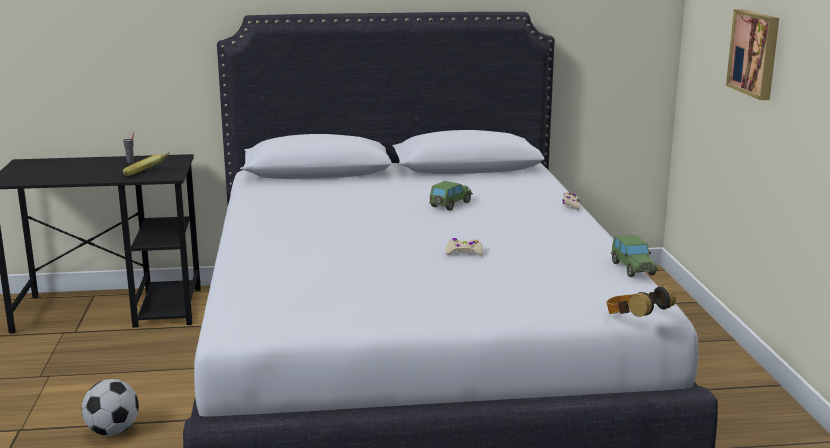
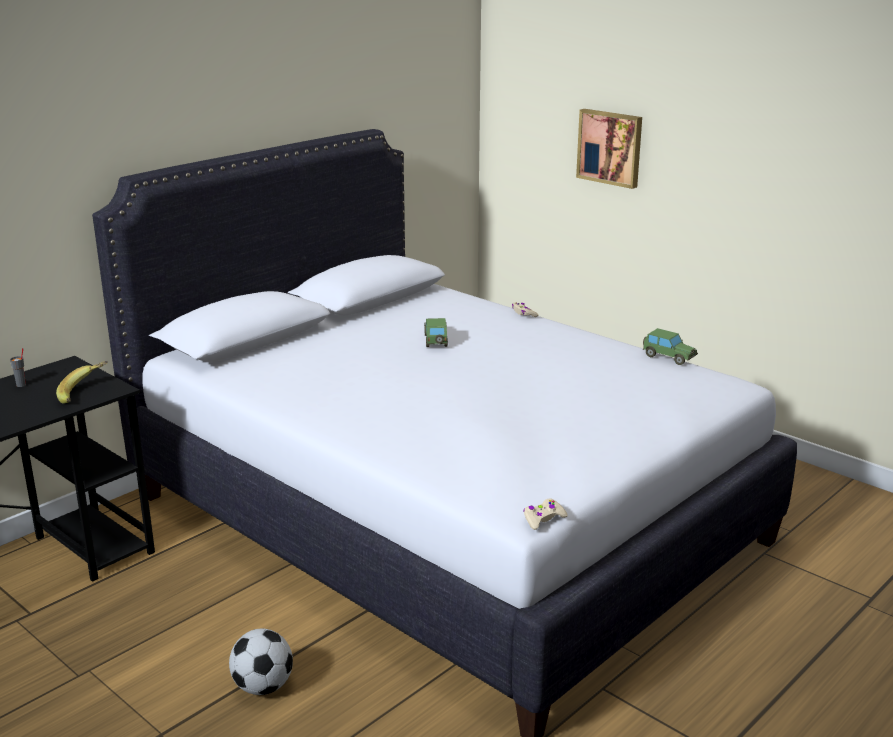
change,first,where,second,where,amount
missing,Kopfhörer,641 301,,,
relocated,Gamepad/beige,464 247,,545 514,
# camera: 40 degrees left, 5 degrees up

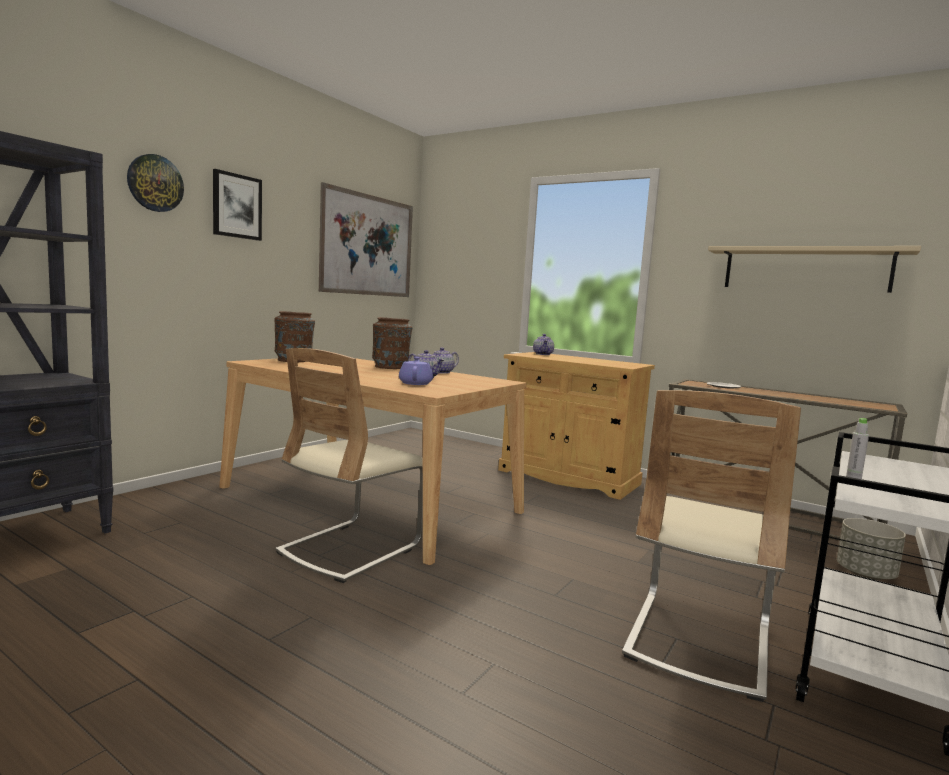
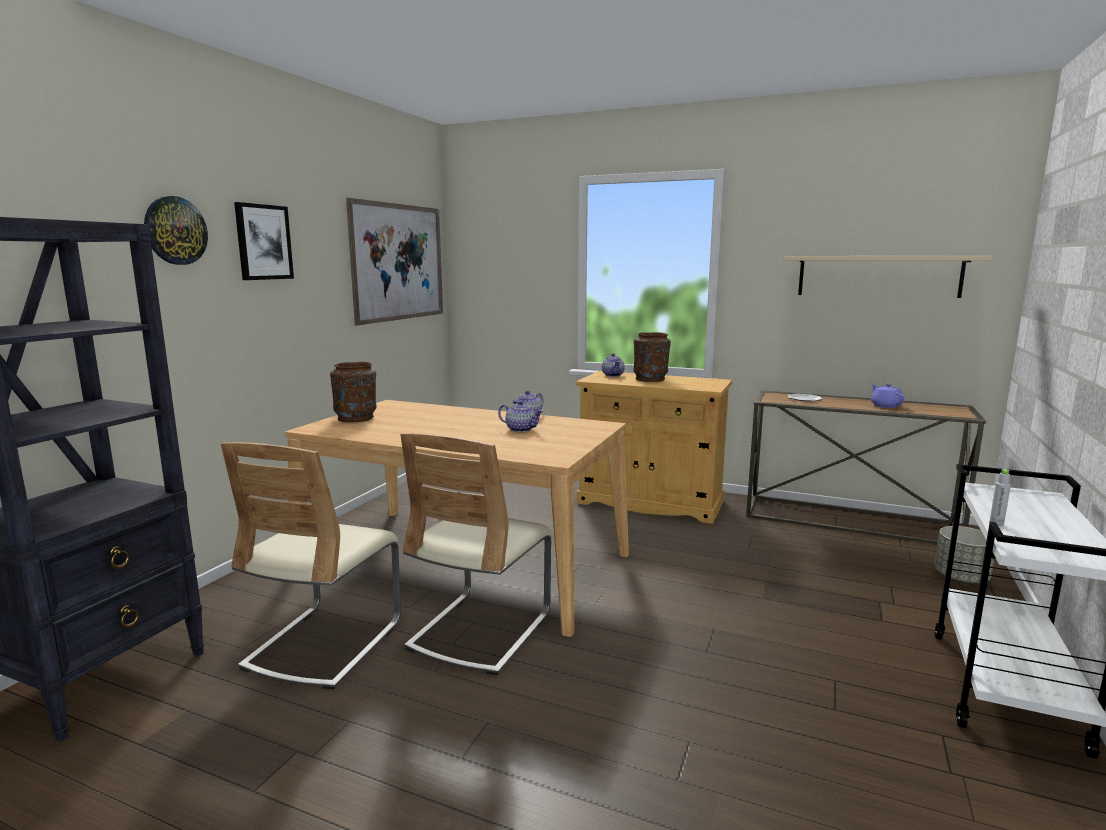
change,first,where,second,where,amount
relocated,Vase/braun,392 343,,652 357,
relocated,Teekanne/lila,416 371,,887 395,
relocated,Stuhl/beige,711 546,,311 565,
# camera: 10 degrees left, 5 degrees up

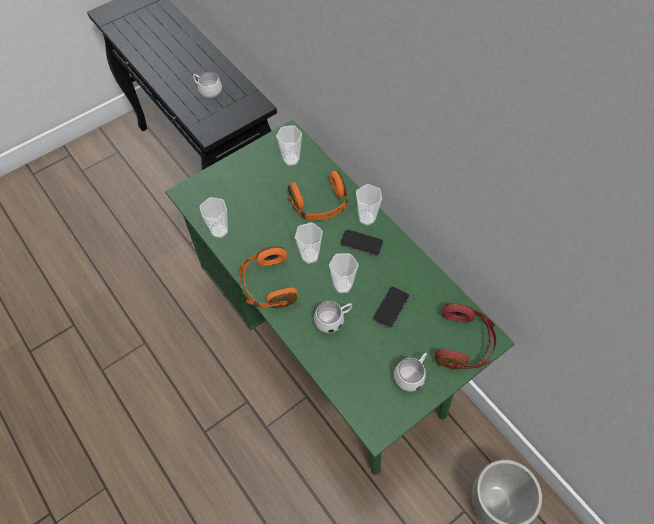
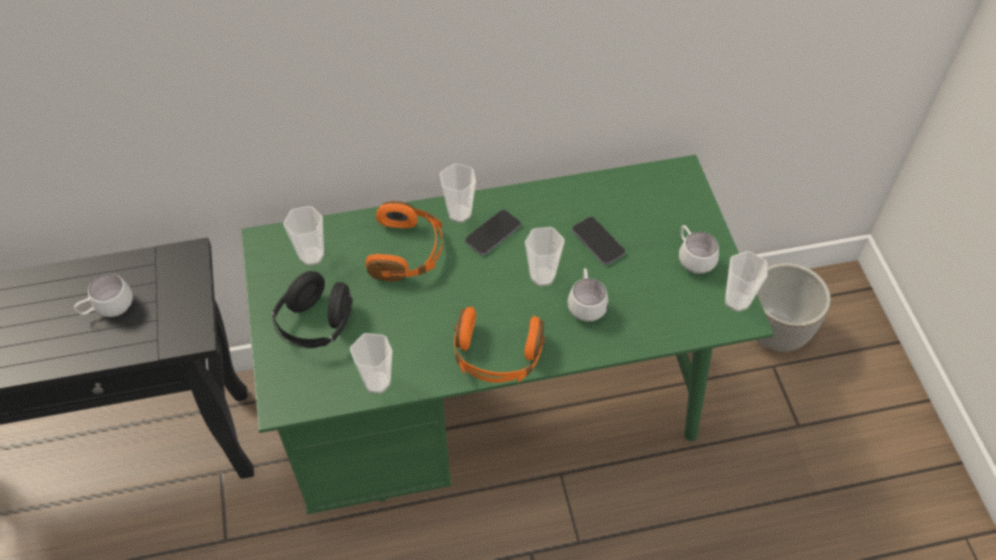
change,first,where,second,where,amount
missing,Kopfhörer/rot,465 335,,,
appeared,,,Kopfhörer/schwarz,312 310,
relocated,Tasse,309 243,,746 281,
# camera: 65 degrees left, 5 degrees down

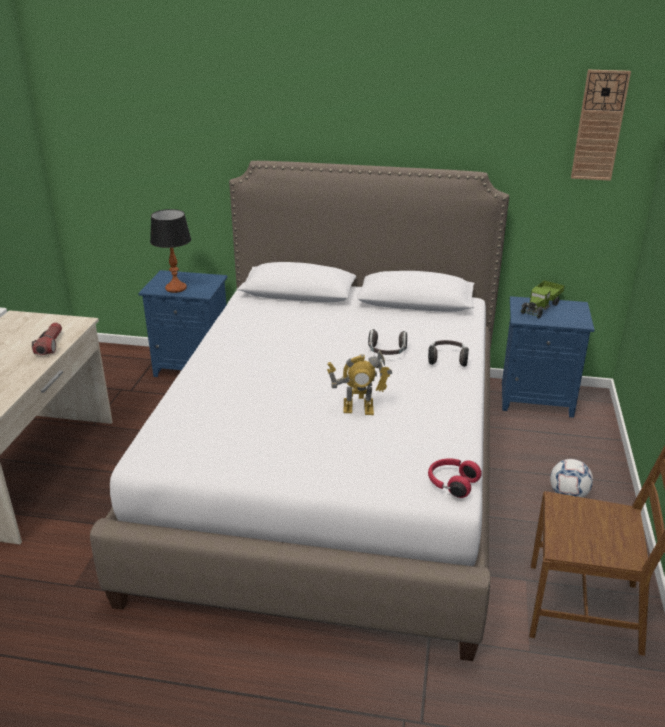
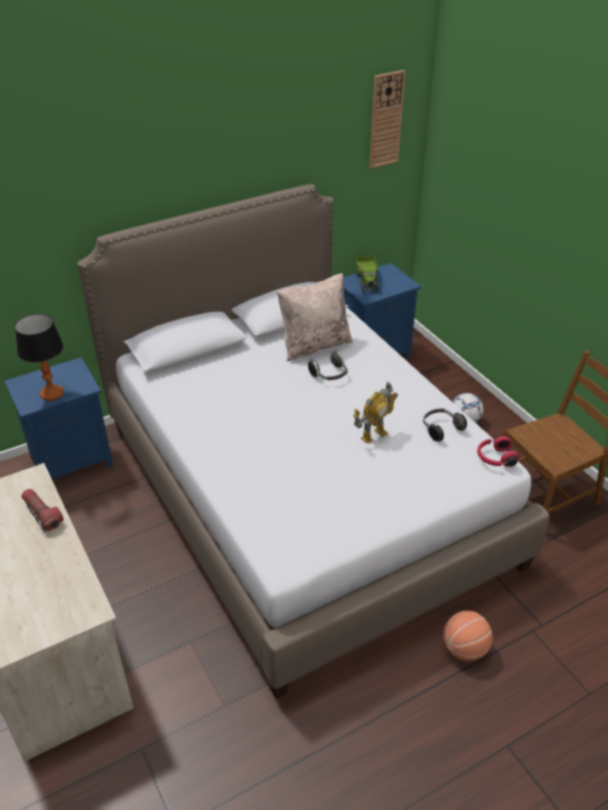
change,first,where,second,where,amount
appeared,,,Kissen/beige,315 317,
appeared,,,Basketball,468 636,
relocated,Kopfhörer,448 353,,445 425,
# camera: 40 degrees left, 10 degrees up

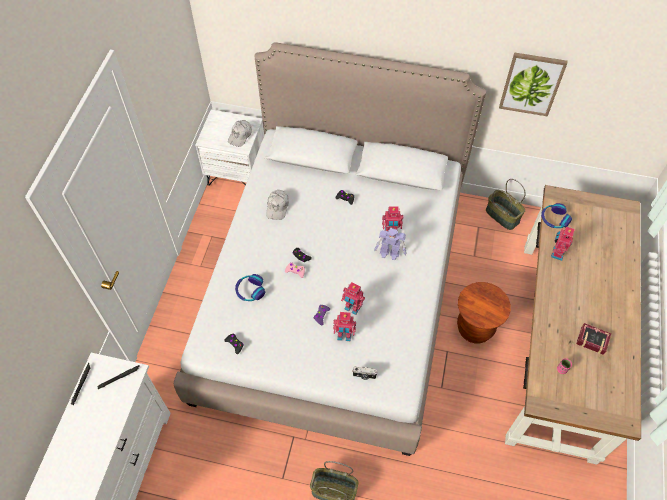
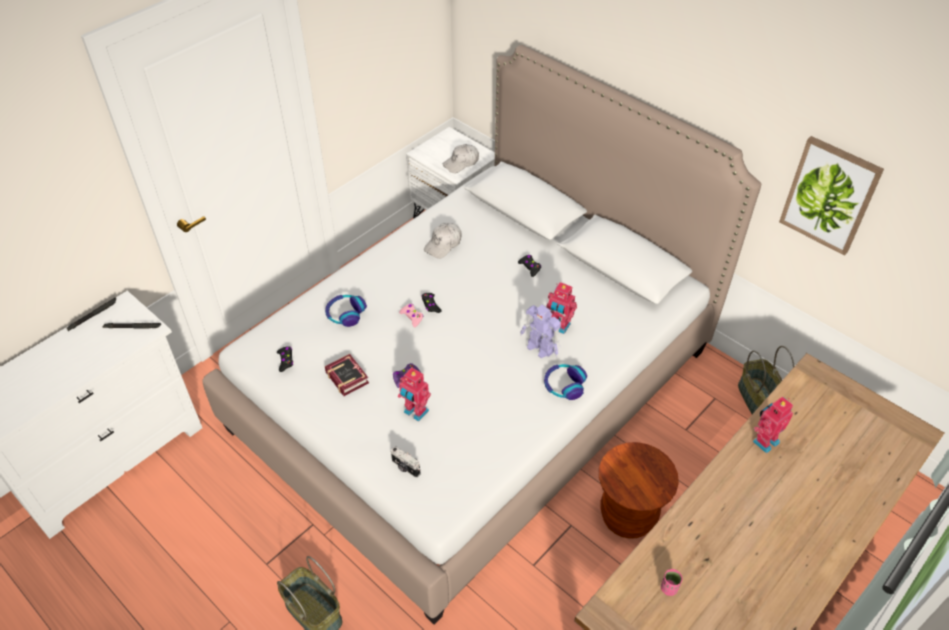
change,first,where,second,where,amount
missing,Spielzeugroboter,353 298,,,
relocated,Kopfhörer,556 215,,565 382,
relocated,Buch,593 339,,347 375,
# camera: 30 degrees right, 10 degrees down

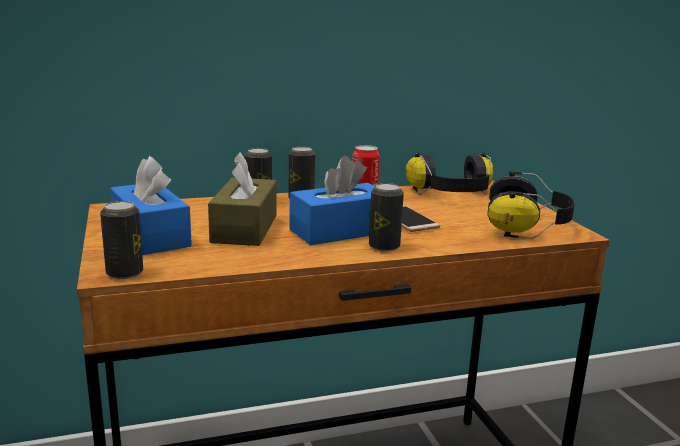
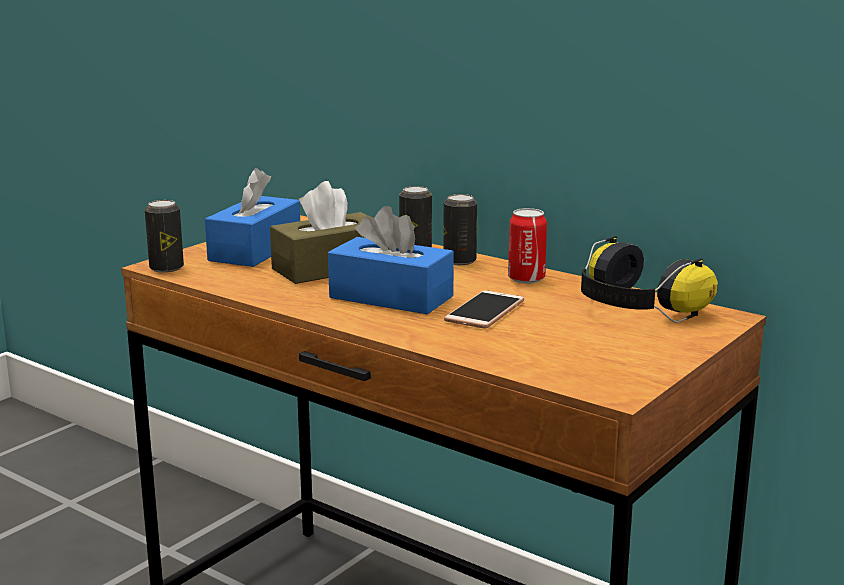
change,first,where,second,where,amount
missing,Dose,386 217,,,
missing,Kopfhörer,531 205,,,
# camera: 55 degrees right, 0 degrees up

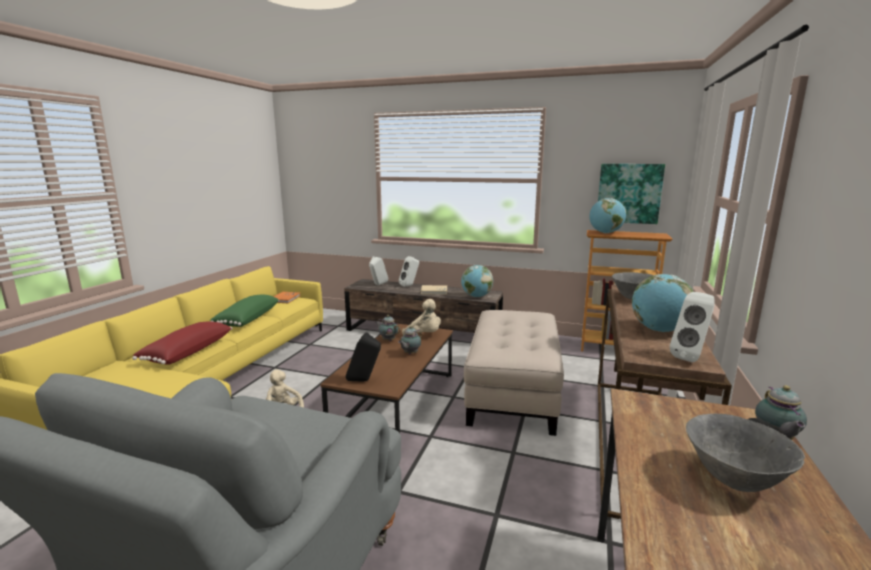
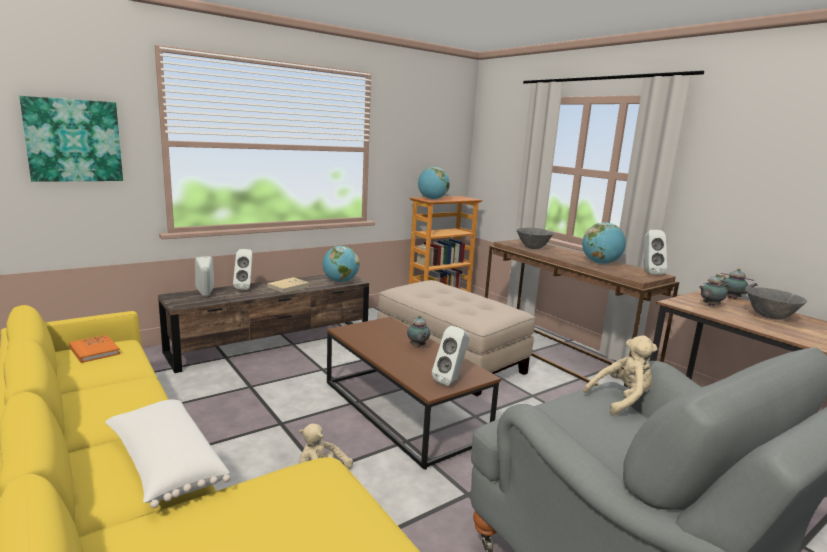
change,first,where,second,where,amount
missing,Kissen/grün,244 311,,,
relocated,Teekanne,388 328,,714 290,
relocated,Plüschtier/beige,421 317,,620 376,
relocated,Bild,631 194,,71 139,
colour,Kissen/rot,182 343,Kissen/weiß,167 453,
colour,Lautsprecher/schwarz,363 357,Lautsprecher/weiß,451 356,
# camera: 55 degrees left, 0 degrees up

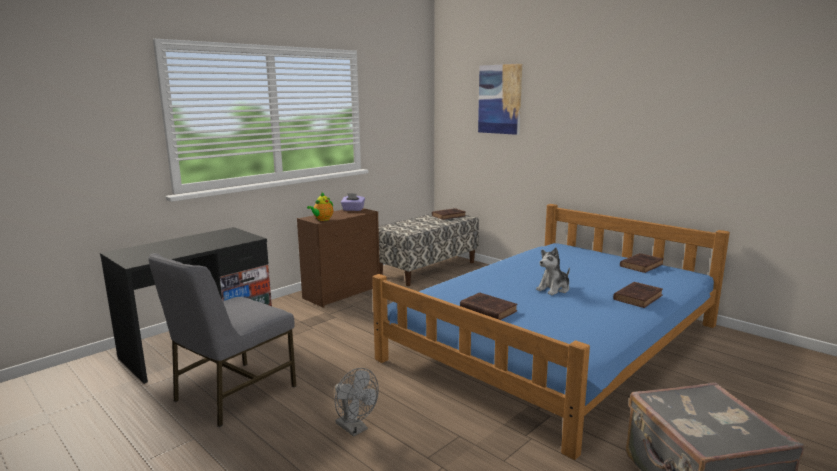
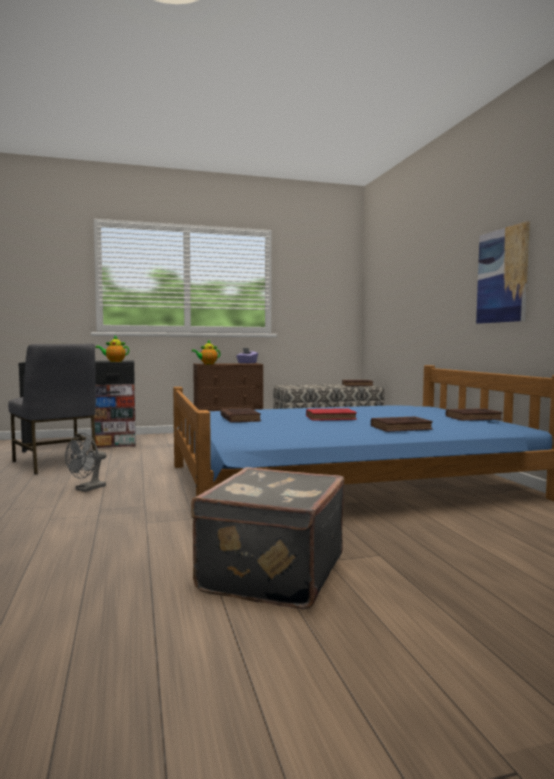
change,first,where,second,where,amount
appeared,,,Teekanne,112 349,
relocated,Bild,500 99,,503 272,
exchanged,Plüschtier,553 271,Buch/rot,331 414,
spun,Stuhl/grau,222 340,,52 408,105 degrees counterclockwise
spun,Ventilator/grau,356 402,,86 462,45 degrees clockwise
# camera: 30 degrees right, 10 degrees down

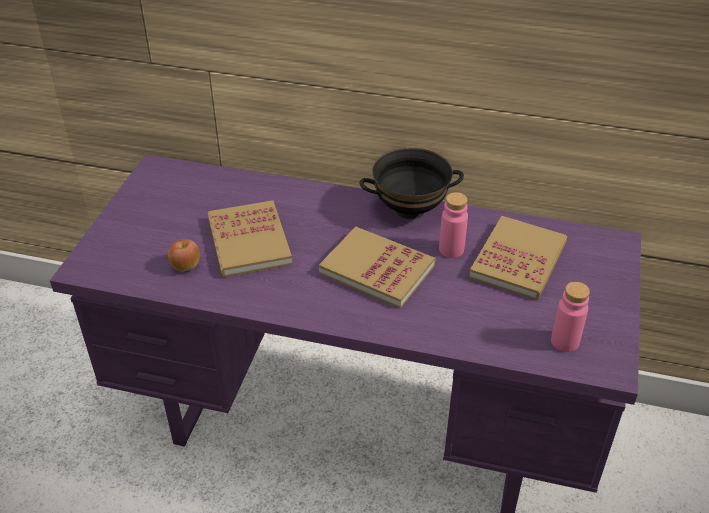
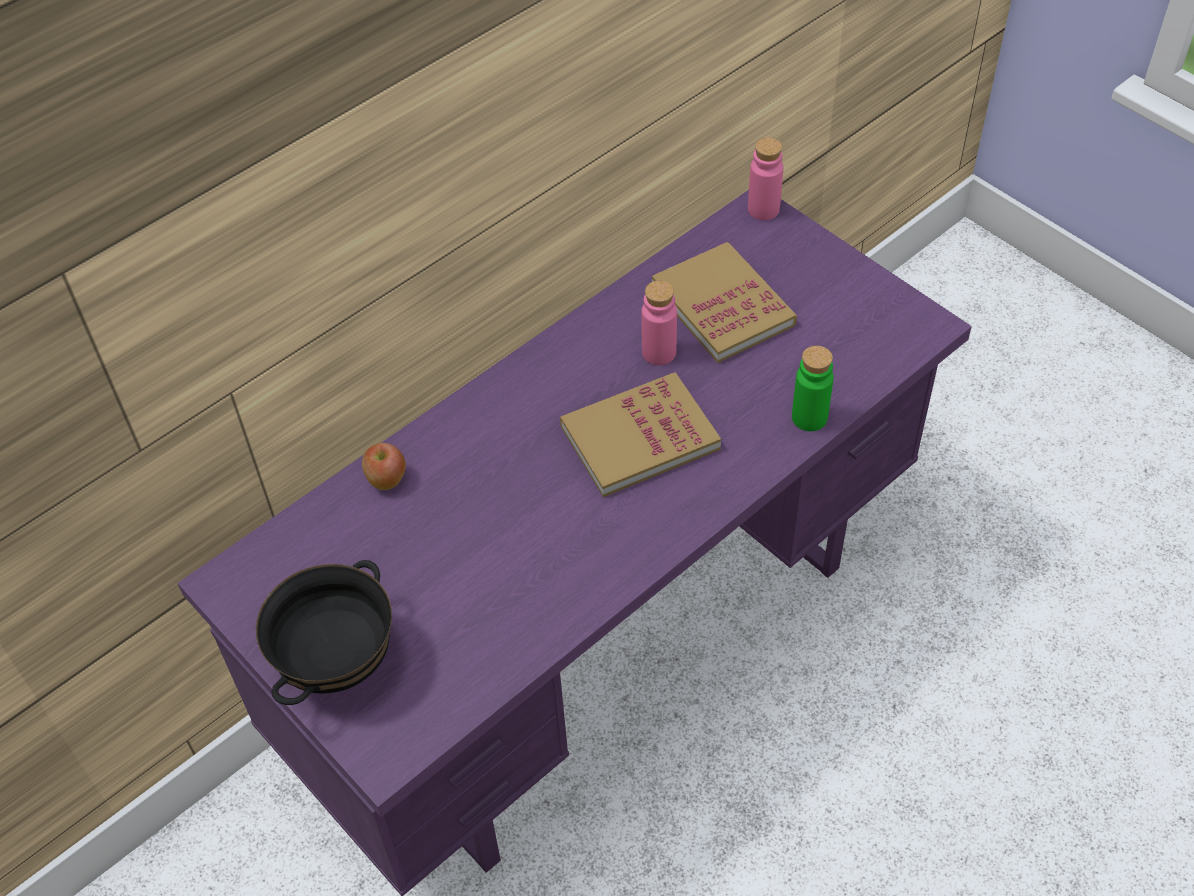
change,first,where,second,where,amount
missing,Buch,250 239,,,
appeared,,,Flasche/grün,813 388,
relocated,Apfel,184 255,,384 466,
relocated,Schüssel/schwarz,412 183,,324 632,
relocated,Flasche/rosa,570 317,,765 179,
# camera: 55 degrees left, 10 degrees up

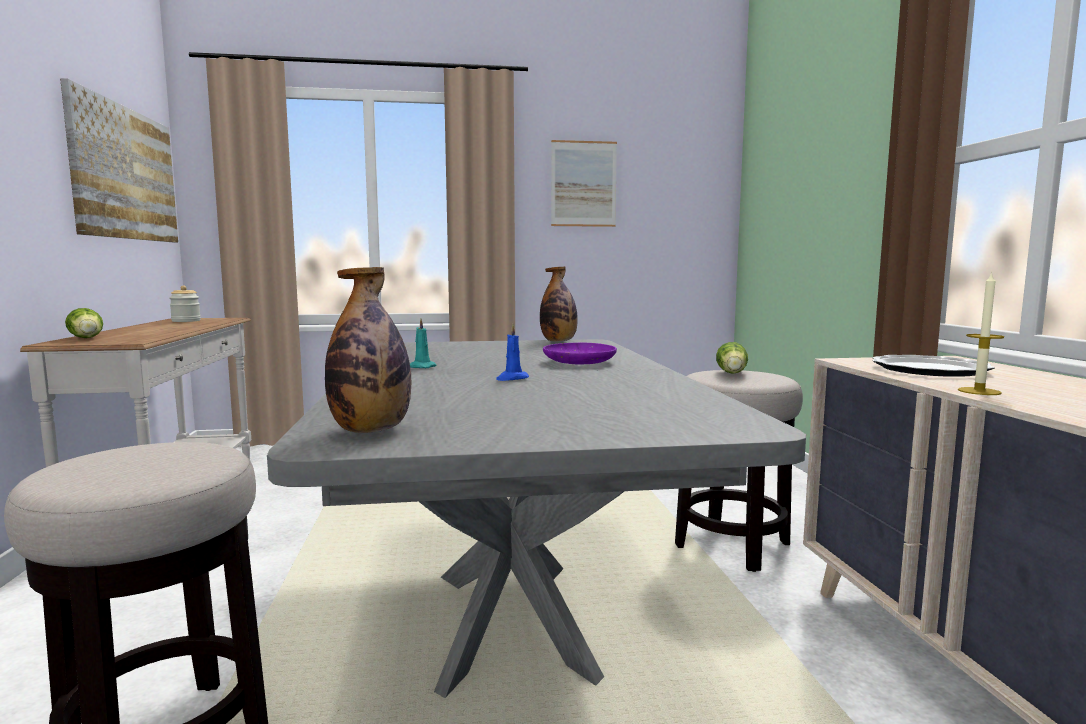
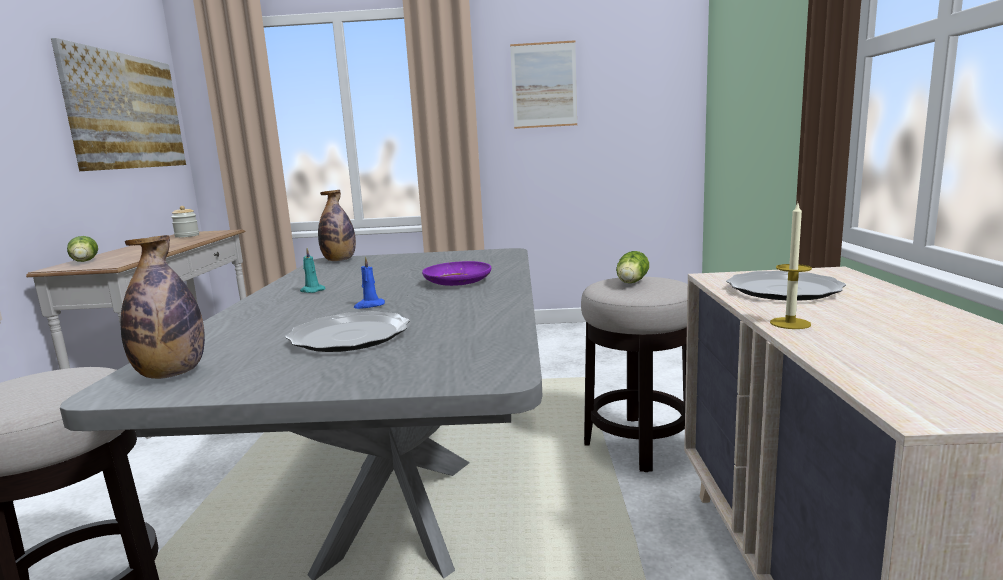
change,first,where,second,where,amount
appeared,,,Teller,347 331,
relocated,Flasche,559 304,,337 225,
# camera: 10 degrees right, 5 degrees up

